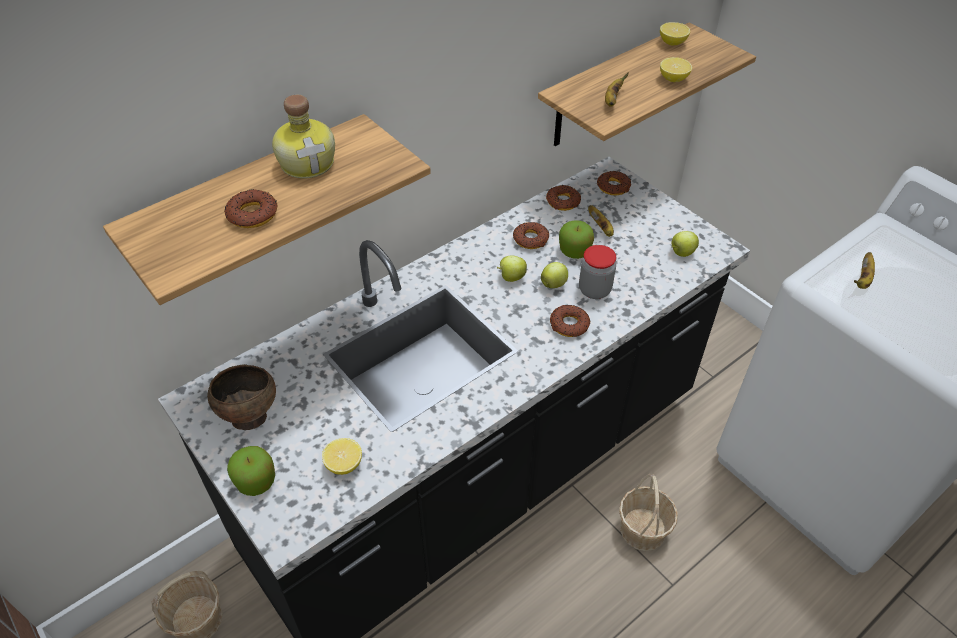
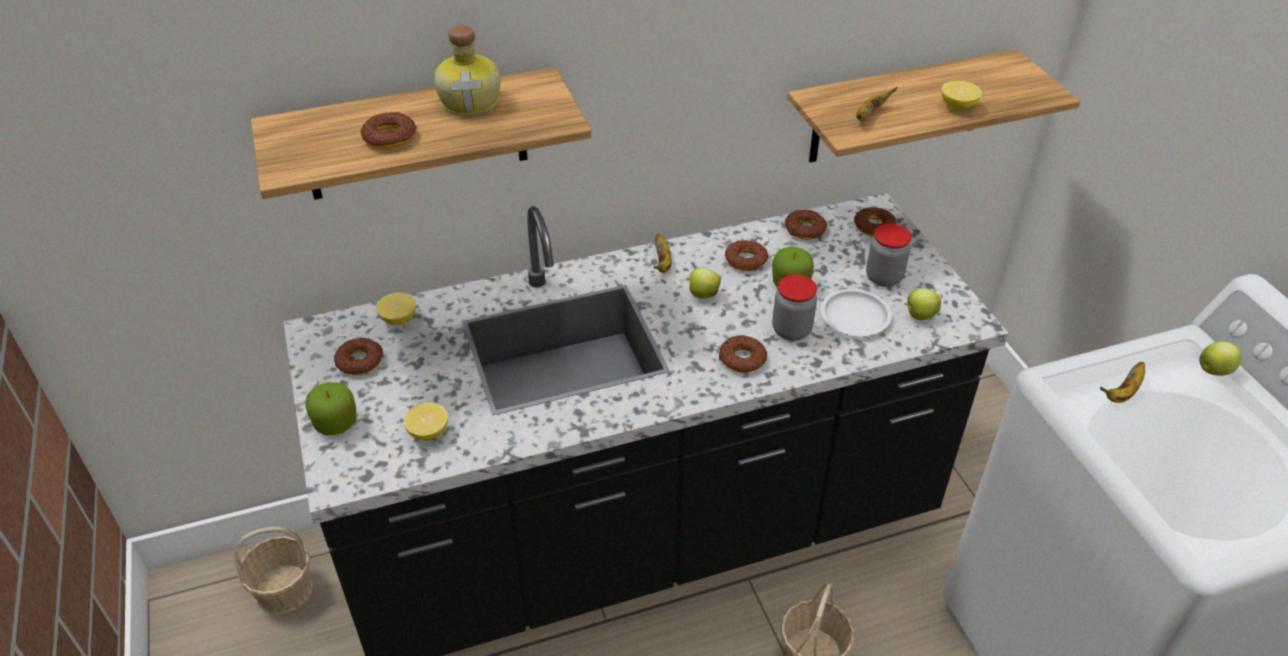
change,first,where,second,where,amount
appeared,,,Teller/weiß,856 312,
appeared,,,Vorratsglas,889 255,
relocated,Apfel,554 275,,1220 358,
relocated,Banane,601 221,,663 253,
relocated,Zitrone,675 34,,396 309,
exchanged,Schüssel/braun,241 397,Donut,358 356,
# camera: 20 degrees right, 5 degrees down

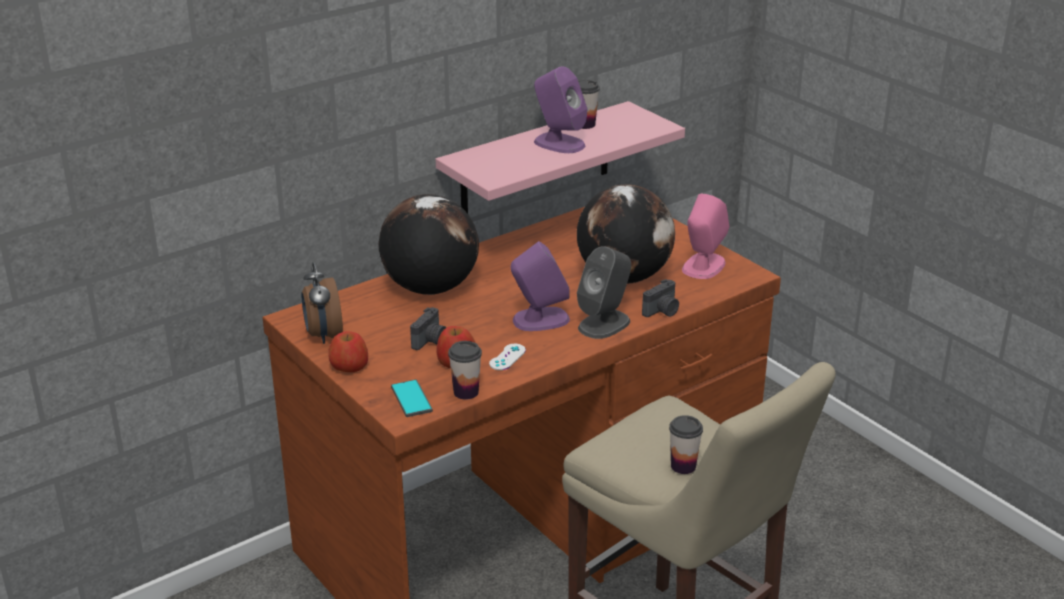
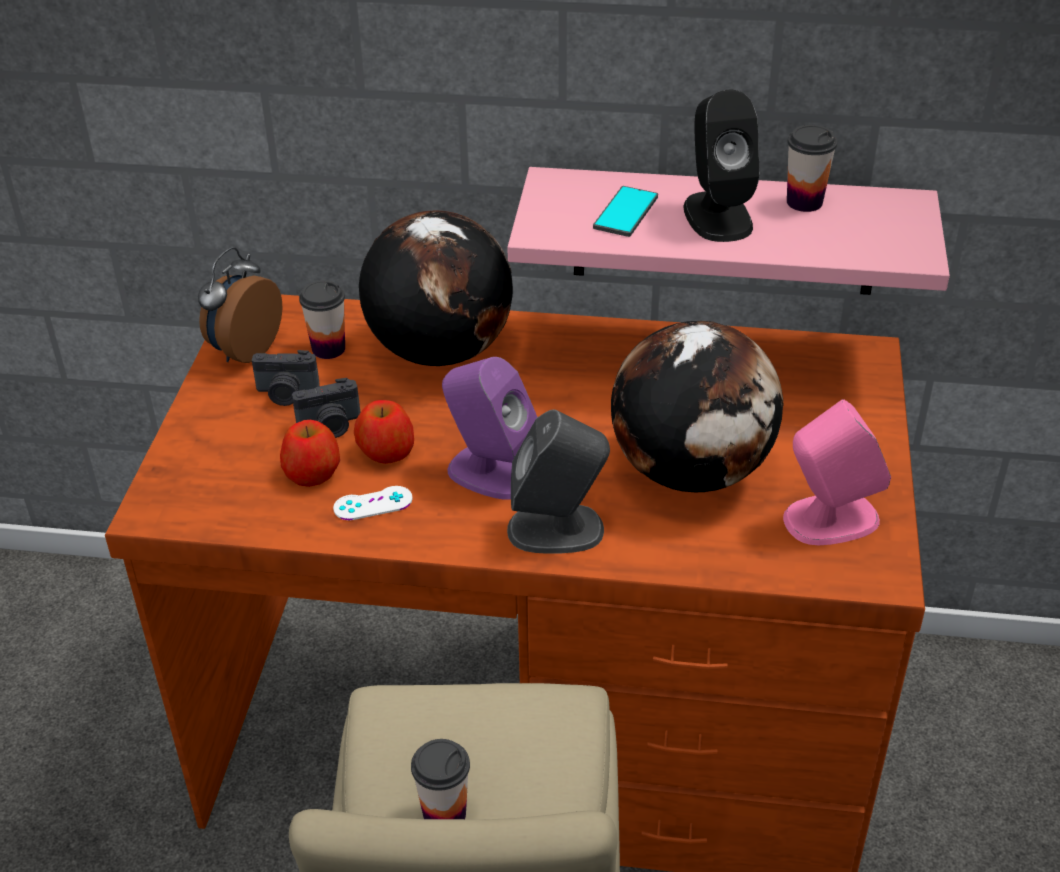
change,first,where,second,where,amount
relocated,Apfel,348 351,,384 432,
relocated,Handy,412 398,,625 211,
relocated,Tasse,465 370,,322 319,
relocated,Kamera,660 298,,286 378,
colour,Lautsprecher/lila,560 110,Lautsprecher/schwarz,721 166,
# camera: 45 degrees right, 10 degrees up

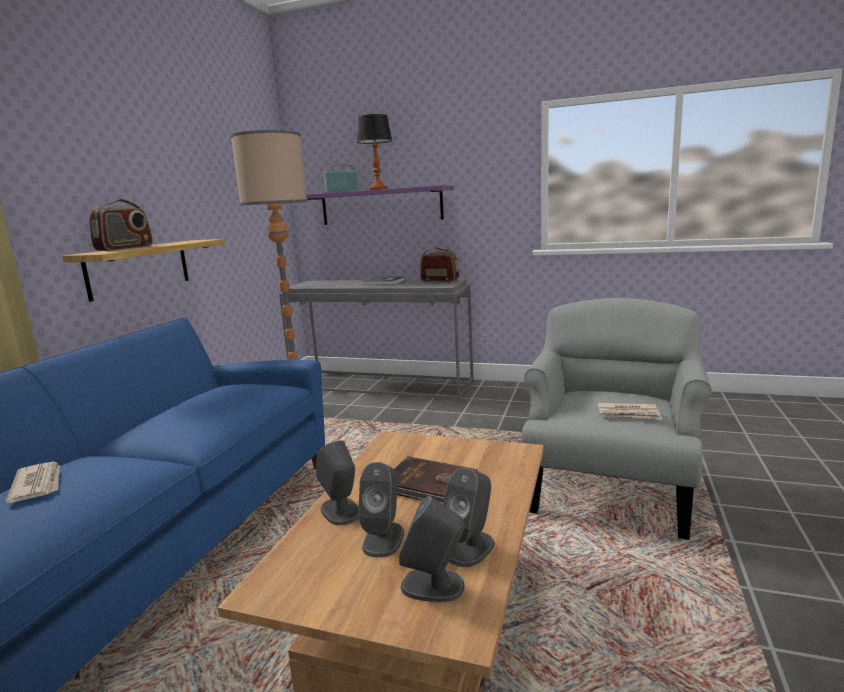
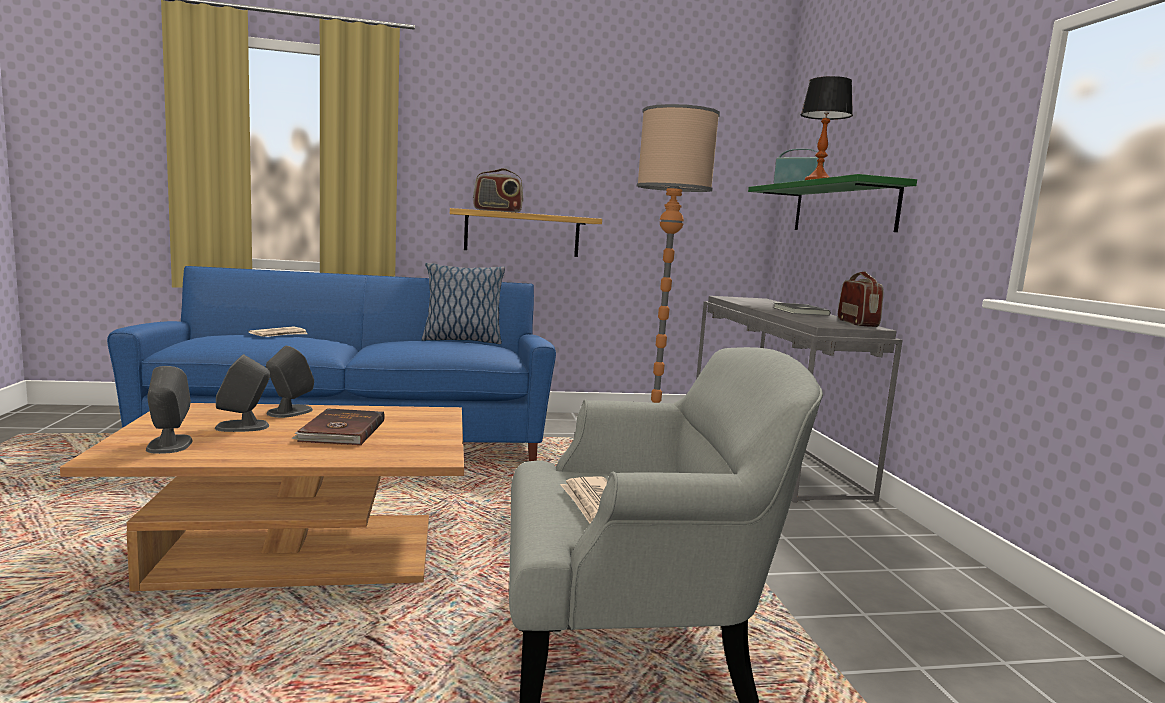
change,first,where,second,where,amount
missing,Lautsprecher/grau,469 517,,,
appeared,,,Kissen,463 303,
colour,Wandregal/lila,380 205,Wandregal/grün,832 203,
# camera: 60 degrees right, 5 degrees down

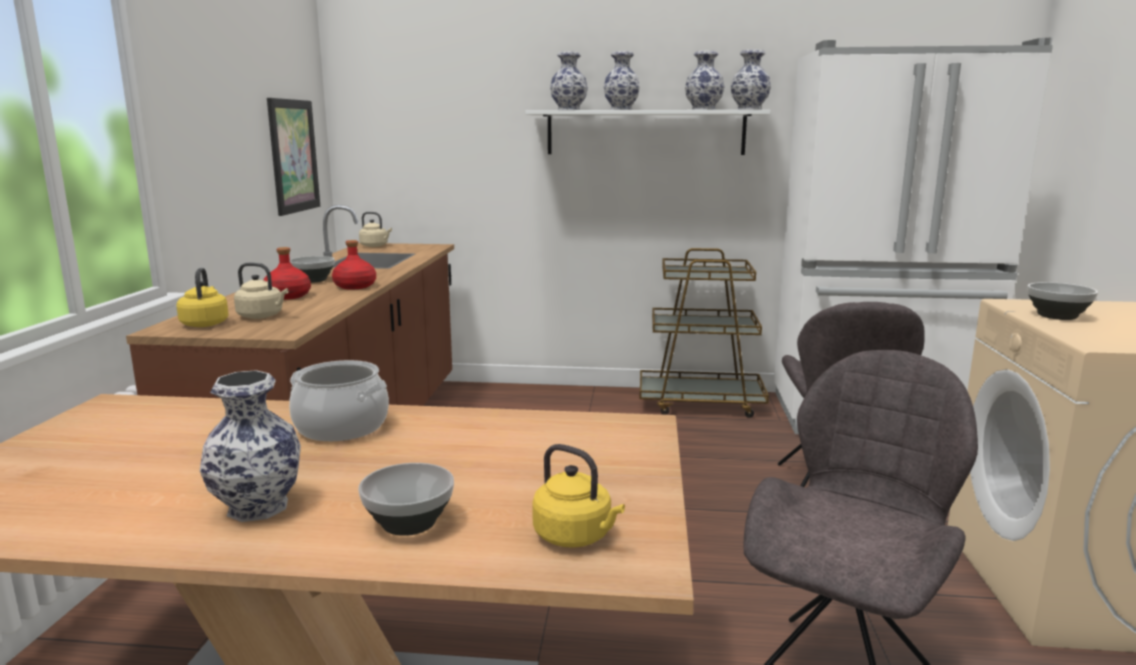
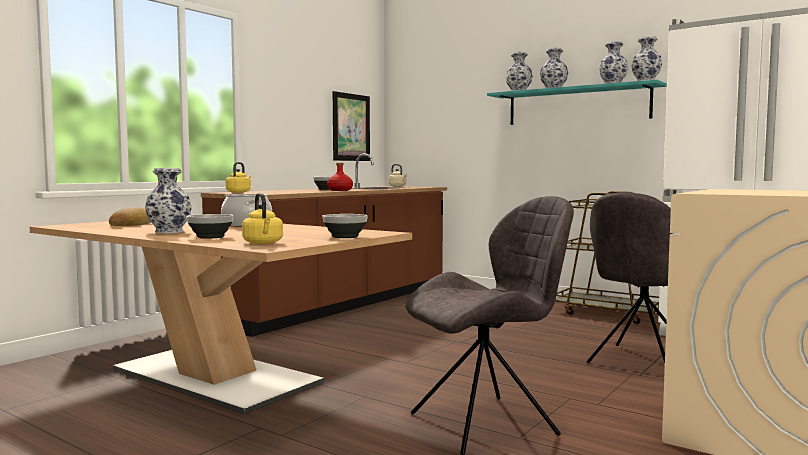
change,first,where,second,where,amount
missing,Wasserkessel/beige,261 291,,,
missing,Flasche/rot,287 273,,,
appeared,,,Brot,130 216,
relocated,Schüssel,1062 301,,345 226,
colour,Wandregal/weiß,648 132,Wandregal/türkis,577 102,
# camera: 30 degrees right, 10 degrees down

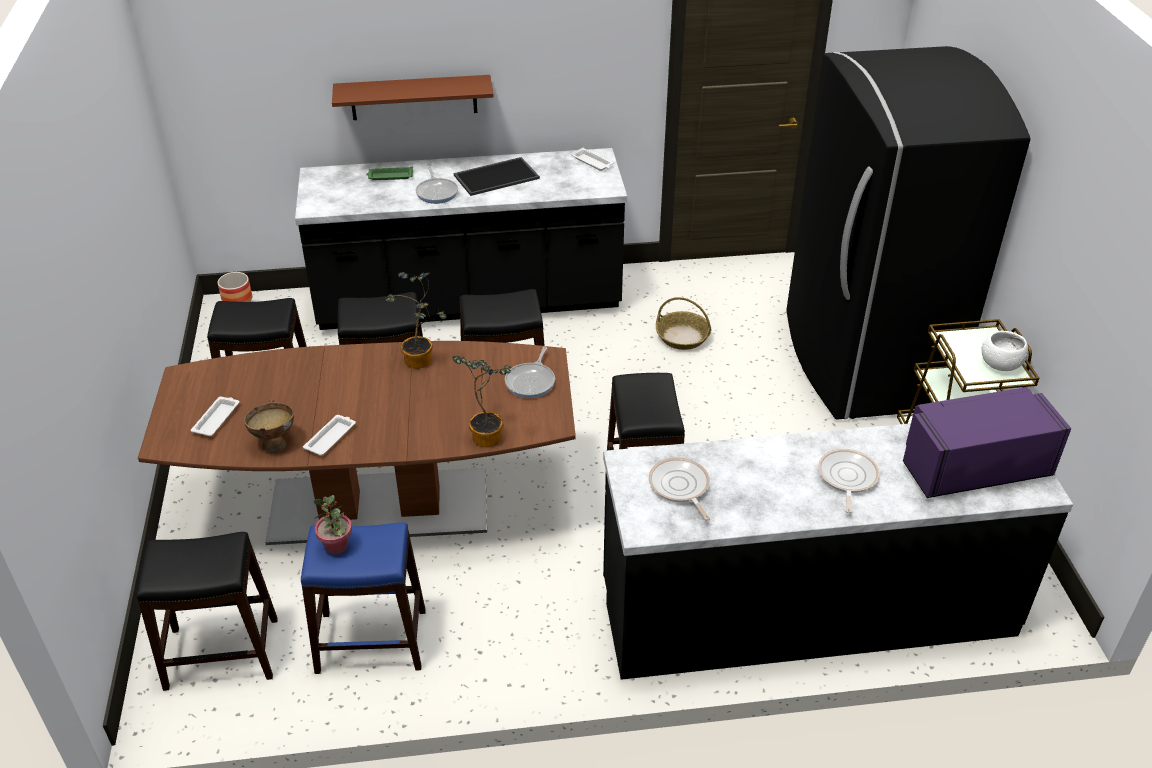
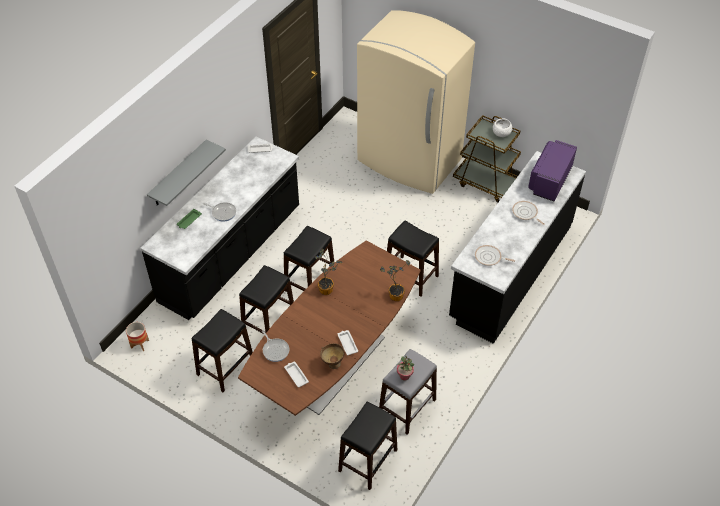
change,first,where,second,where,amount
missing,Tablett,497 176,,,
missing,Korb,684 323,,,
relocated,Pfanne,530 372,,275 346,
colour,Hocker/blau,363 598,Hocker/grau,408 392,
colour,Wandregal/braun,413 97,Wandregal/grau,186 172,
colour,Kühlschrank/schwarz,908 233,Kühlschrank/beige,416 102,
# camera: 50 degrees left, 10 degrees up

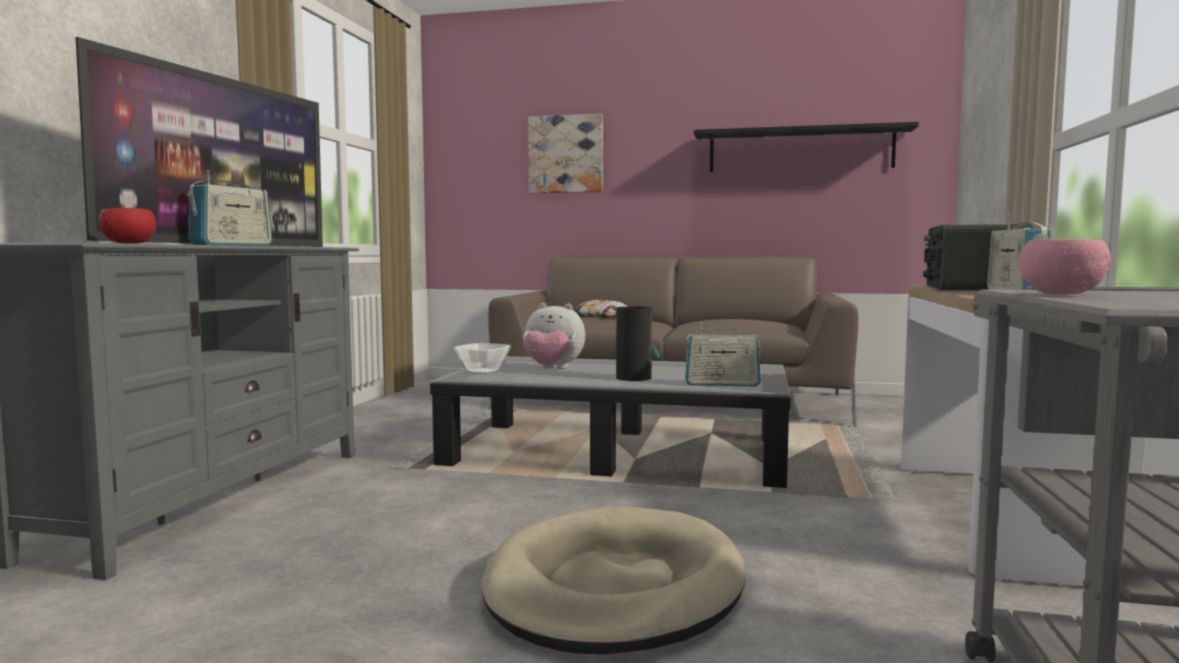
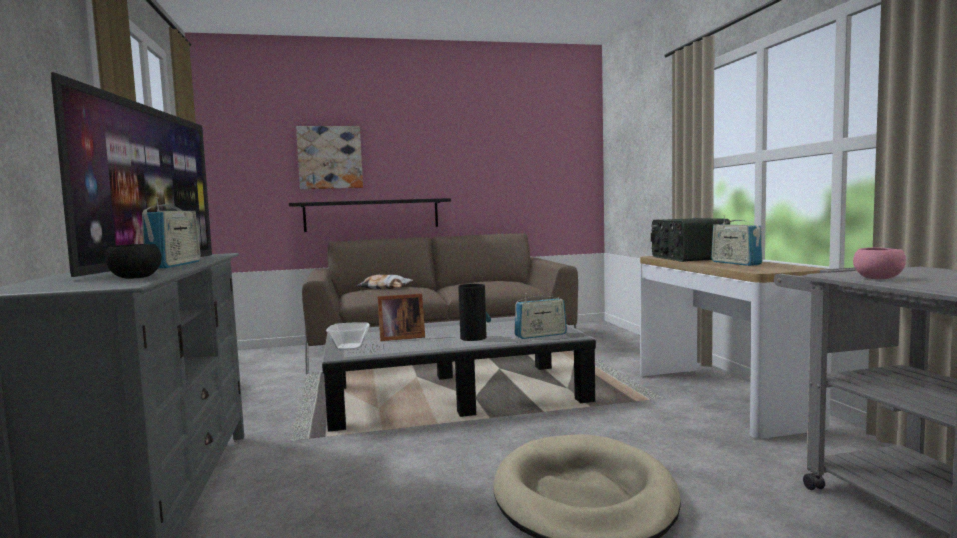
change,first,where,second,where,amount
relocated,Wandregal/schwarz,806 147,,370 215,
exchanged,Plüschtier,554 336,Bilderrahmen,401 317,
colour,Schüssel/rot,127 226,Schüssel/schwarz,133 261,
# camera: 25 degrees left, 0 degrees up

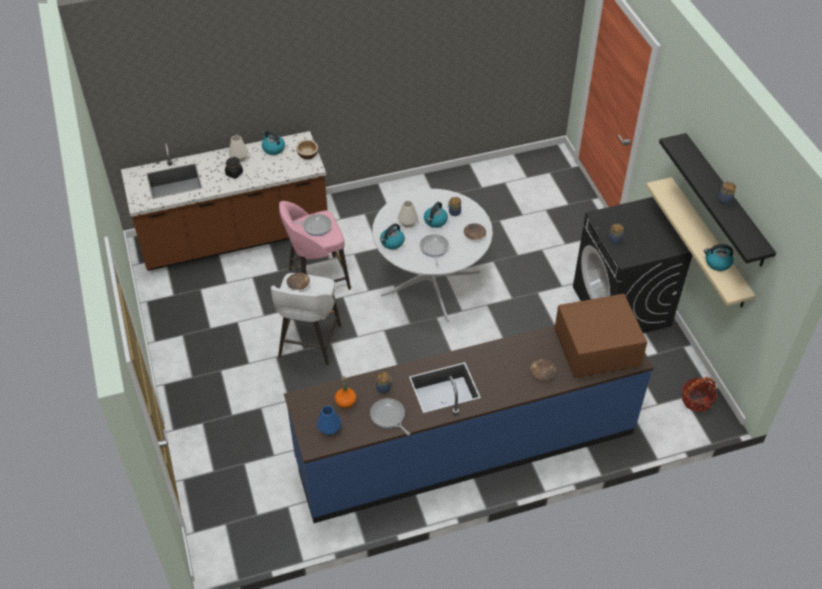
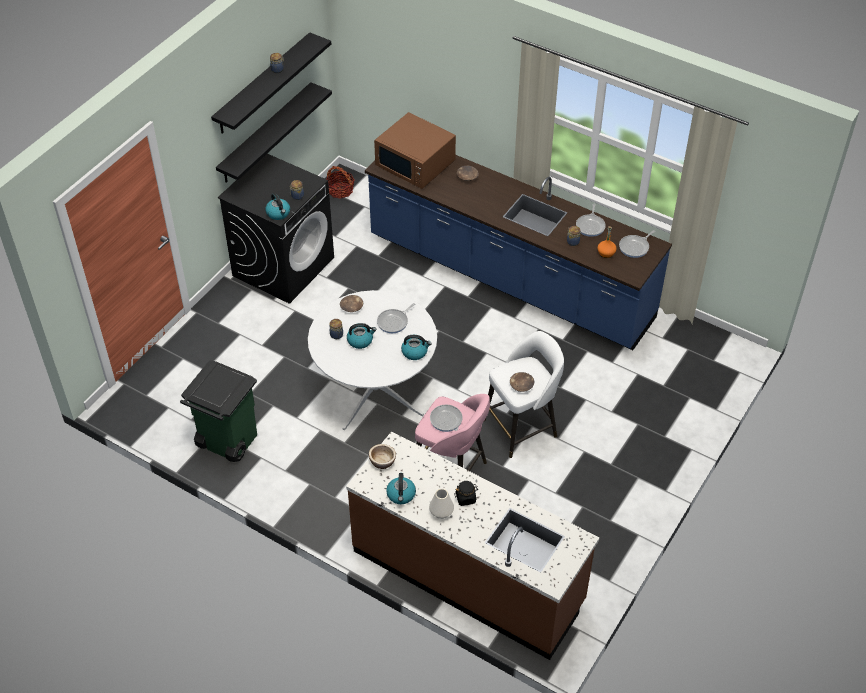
change,first,where,second,where,amount
missing,Vase/weiß,408 214,,,
appeared,,,Mülleimer/grün,218 411,
relocated,Wasserkessel,718 257,,277 206,
exchanged,Vase/blau,329 420,Pfanne,637 244,
colour,Wandregal/beige,701 242,Wandregal/schwarz,274 132,
# camera: 130 degrees left, 0 degrees up

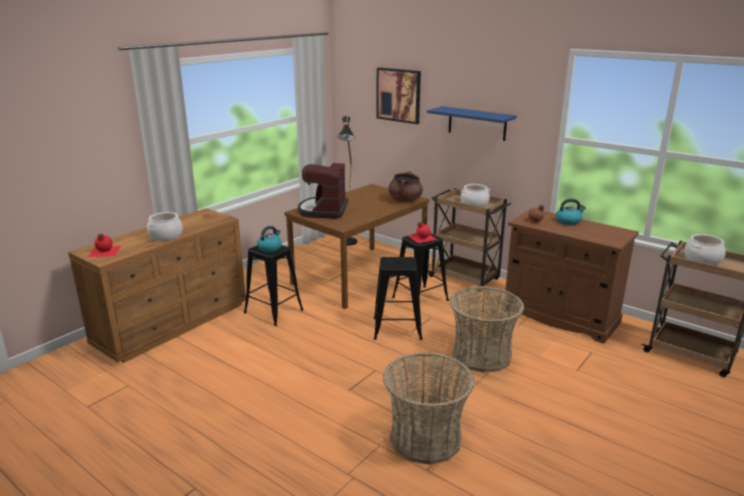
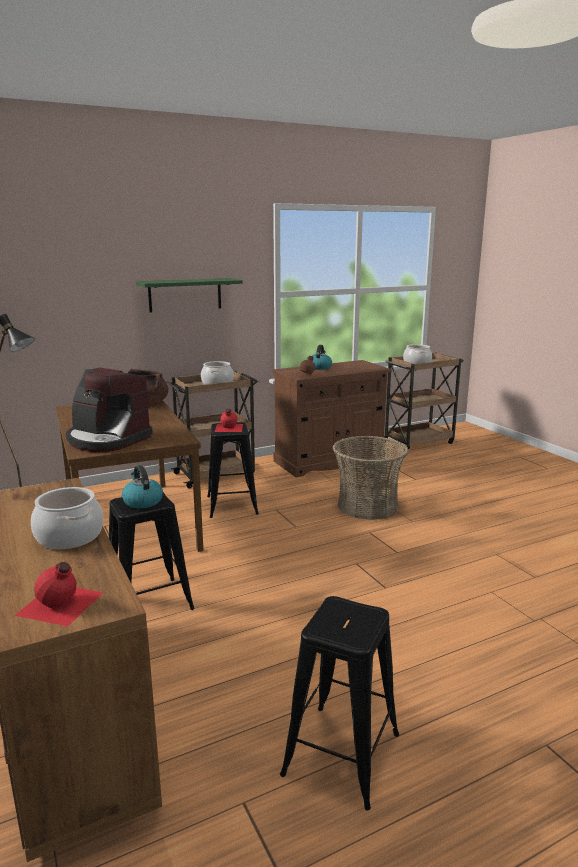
change,first,where,second,where,amount
missing,Bild,399 95,,,
missing,Korb,429 408,,,
relocated,Hocker/schwarz,398 298,,339 703,
colour,Wandregal/blau,472 123,Wandregal/grün,189 295,
# camera: 65 degrees left, 5 degrees down

